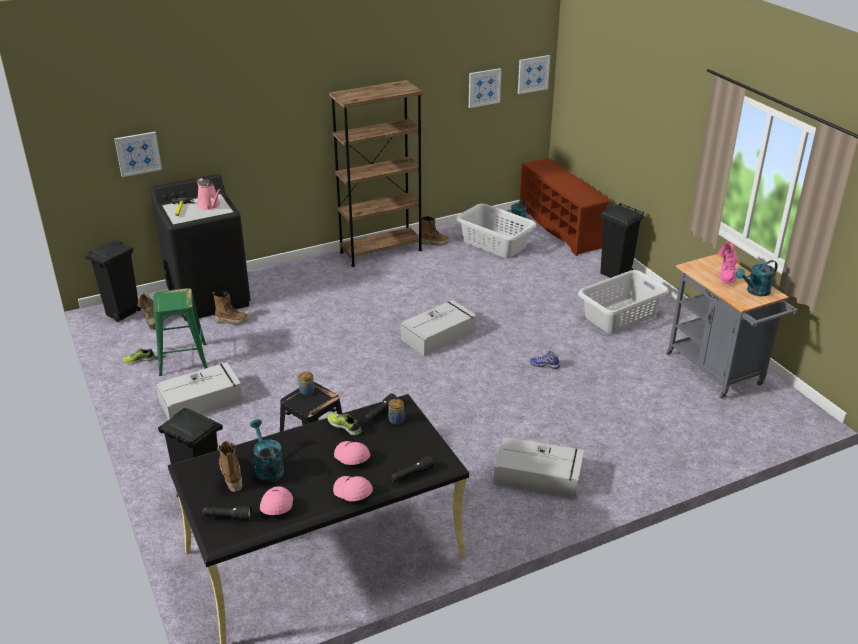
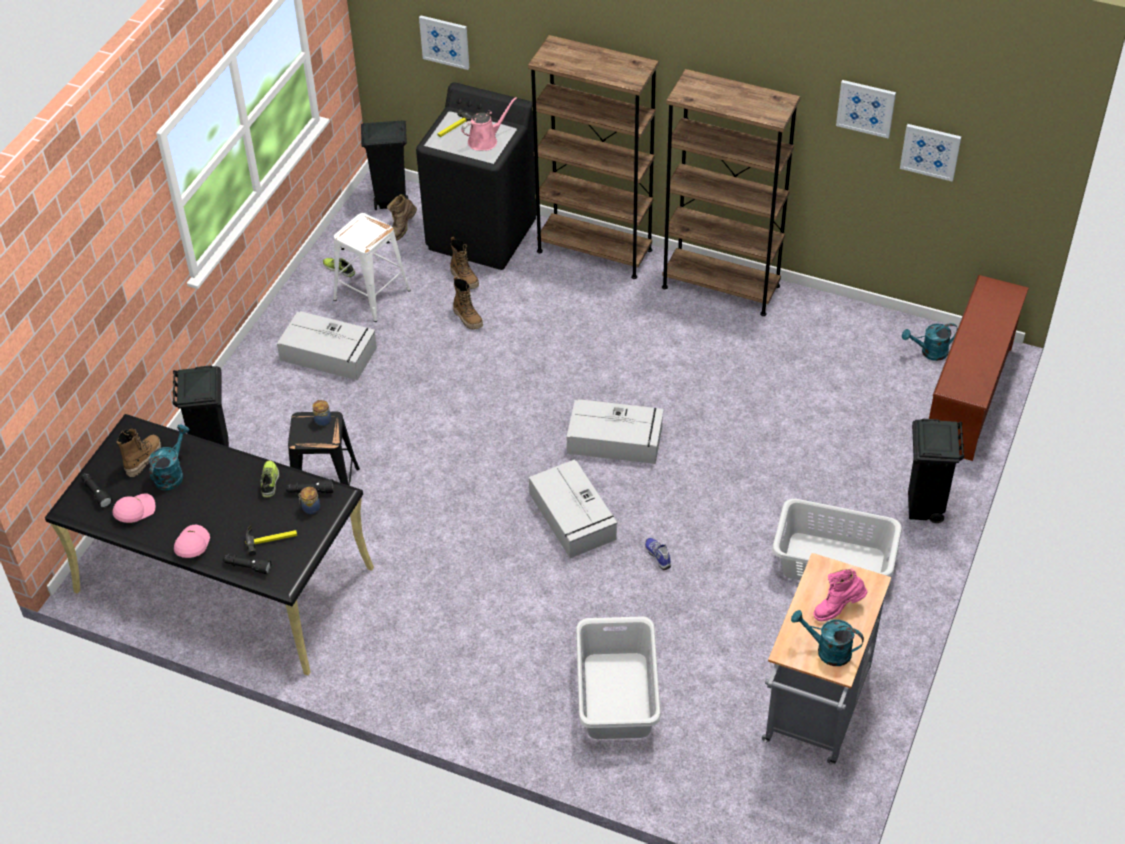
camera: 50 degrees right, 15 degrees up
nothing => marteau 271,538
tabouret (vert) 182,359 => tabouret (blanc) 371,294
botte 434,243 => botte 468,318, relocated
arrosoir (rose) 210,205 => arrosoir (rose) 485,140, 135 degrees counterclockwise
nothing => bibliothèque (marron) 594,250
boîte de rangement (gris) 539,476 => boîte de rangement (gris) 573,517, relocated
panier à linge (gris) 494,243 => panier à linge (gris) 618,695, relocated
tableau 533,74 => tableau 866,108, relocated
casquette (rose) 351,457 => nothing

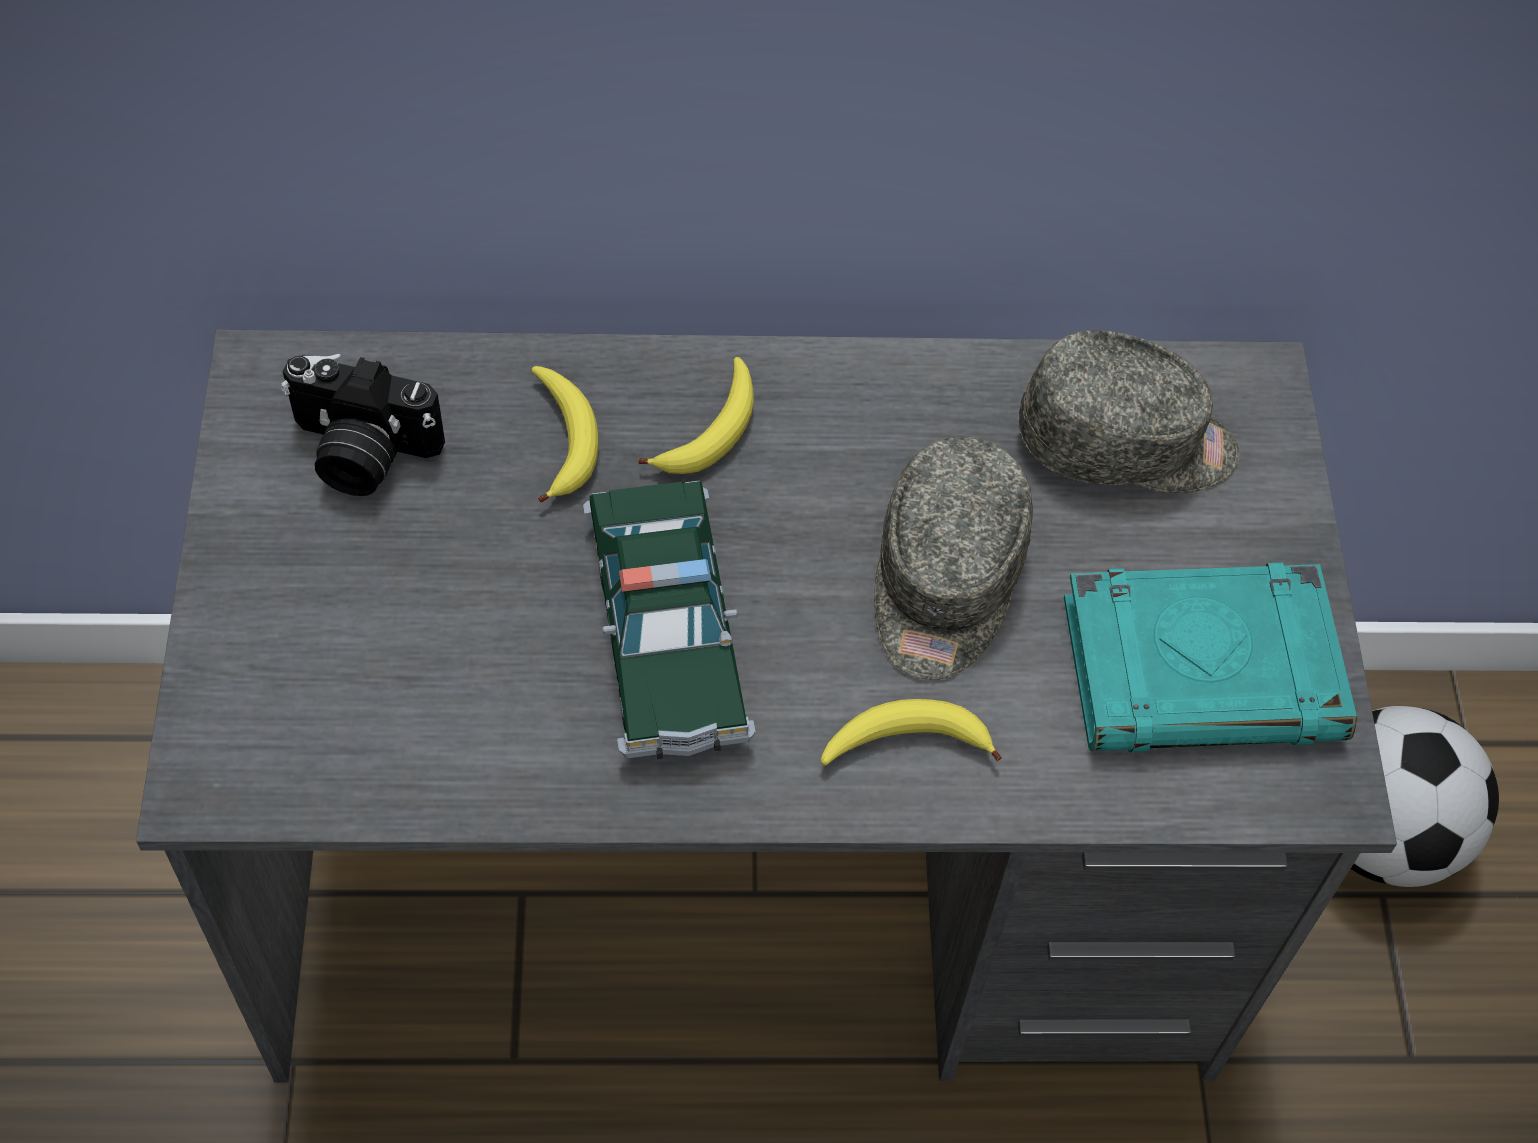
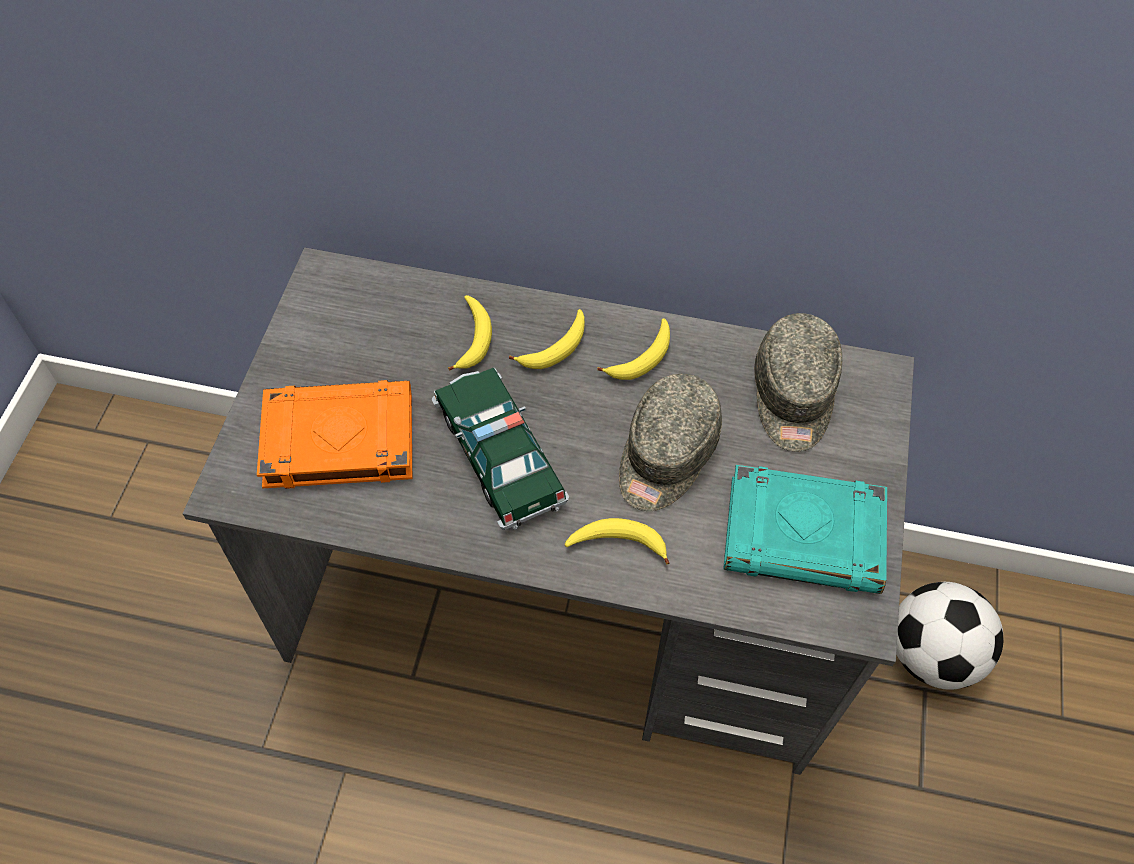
camera: 15 degrees right, 0 degrees up
nothing => livre (orange) 337,440
petite voiture 666,634 => petite voiture 499,456, 150 degrees clockwise
nothing => banane 641,357
casquette (gris) 1126,443 => casquette (gris) 793,396, 75 degrees clockwise
appareil photo 360,453 => nothing

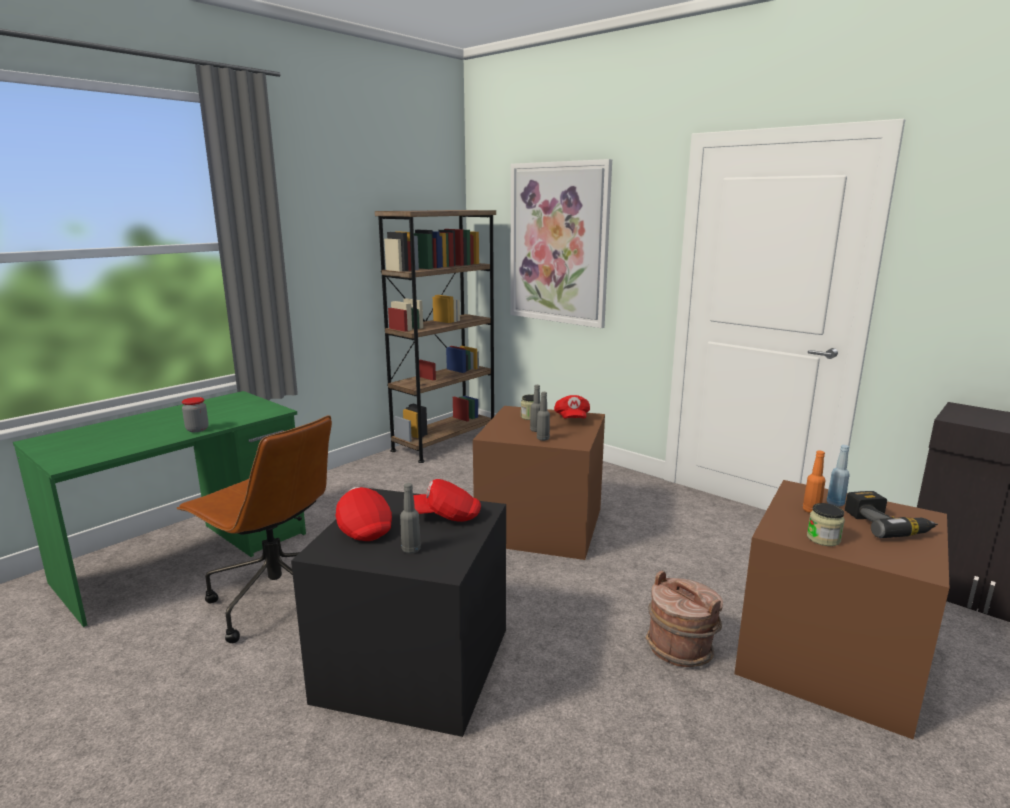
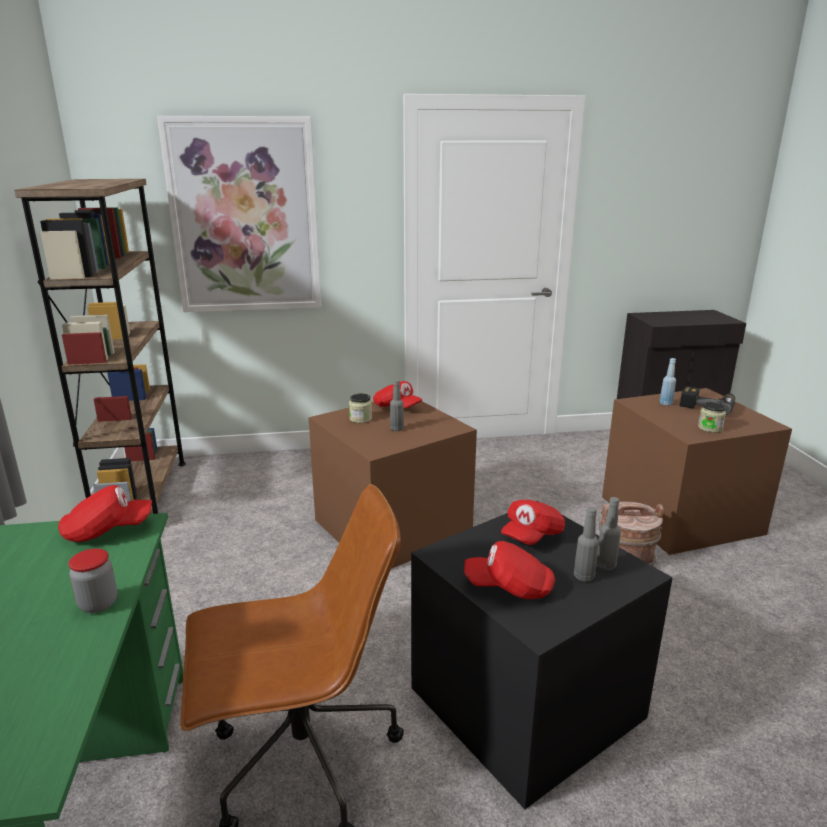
camera: 50 degrees left, 5 degrees up
nothing => casquette (rouge) 107,531
bouteille (gris) 543,439 => bouteille (gris) 605,565, relocated
bouteille (orange) 811,510 => nothing

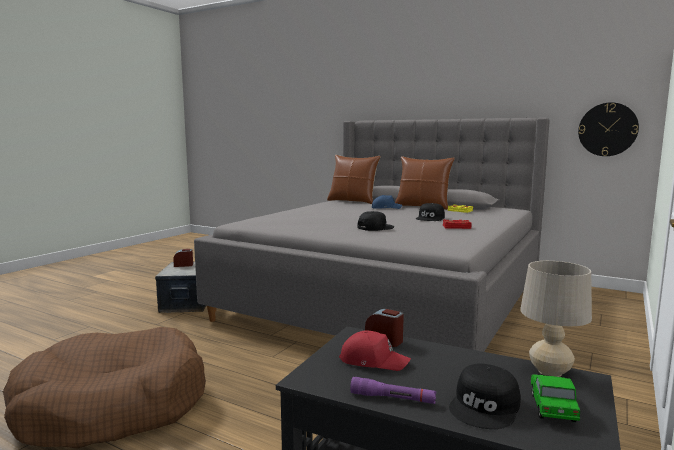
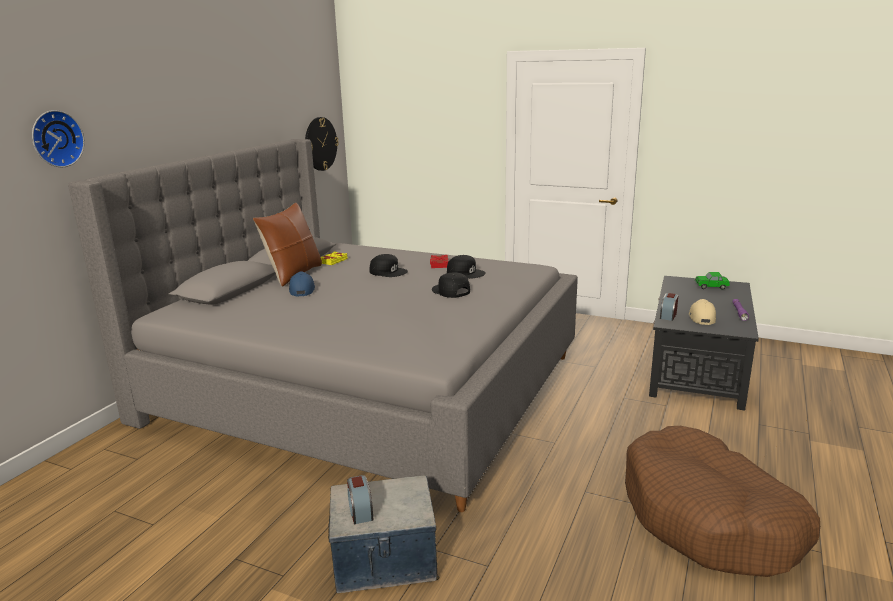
camera: 95 degrees left, 10 degrees up
nothing => horloge murale 55,138
casquette (noir) 486,406 => casquette (noir) 466,273, relocated
casquette (rouge) 373,360 => casquette (beige) 701,317
coussin (marron) 352,201 => nothing
lampe de table (beige) 550,372 => nothing

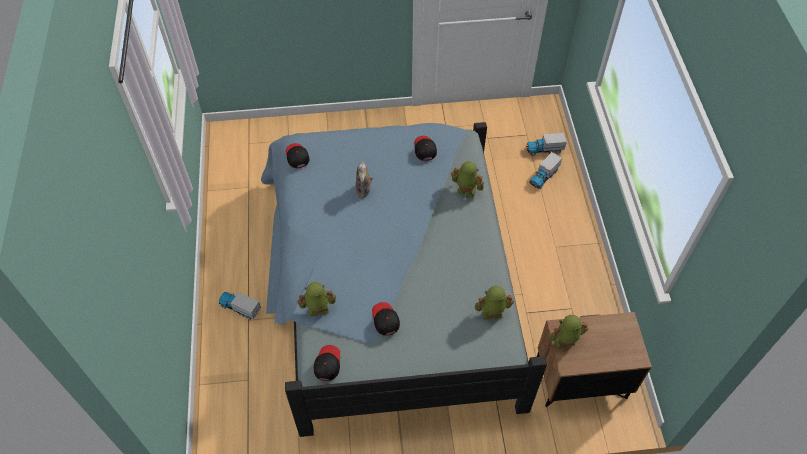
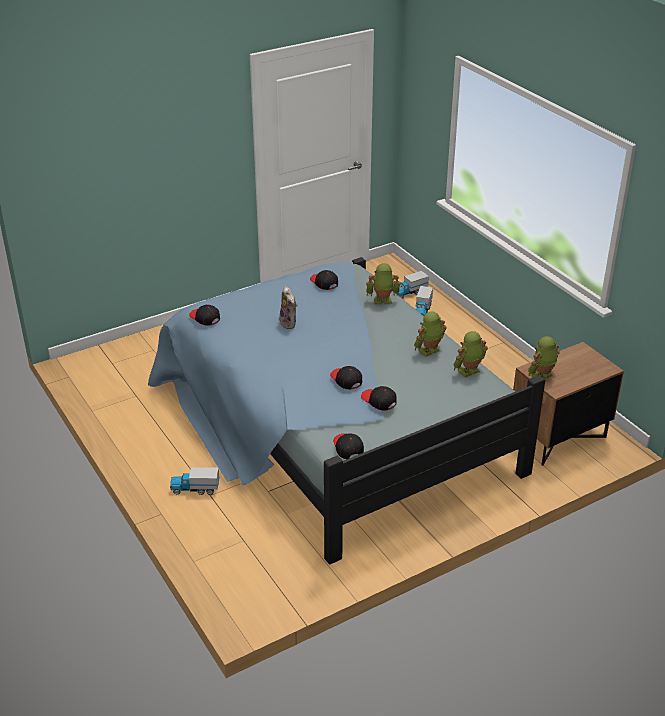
camera: 25 degrees left, 20 degrees down
nothing => casquette (noir) 346,380
robot jouet 318,310 => robot jouet 429,351, relocated

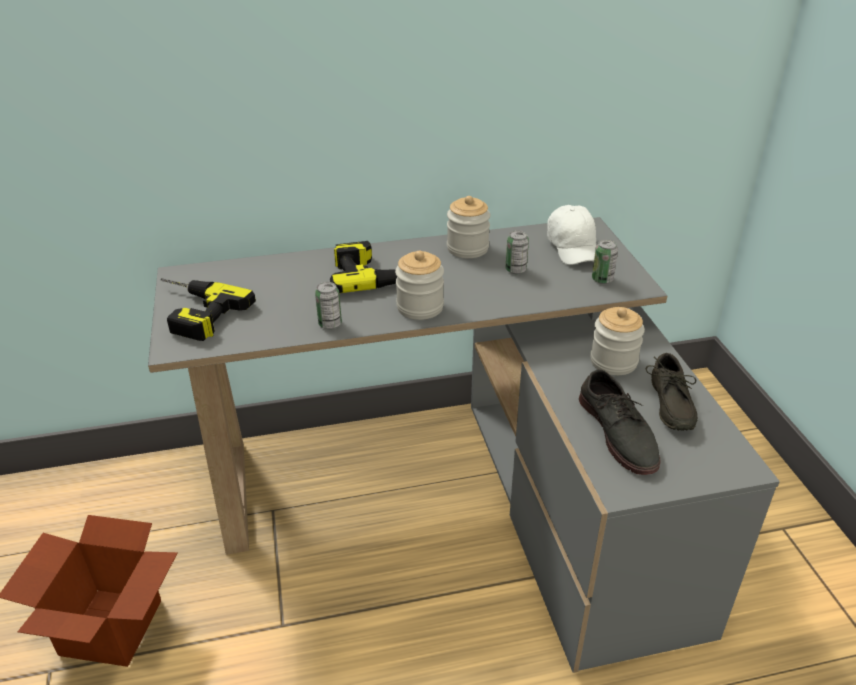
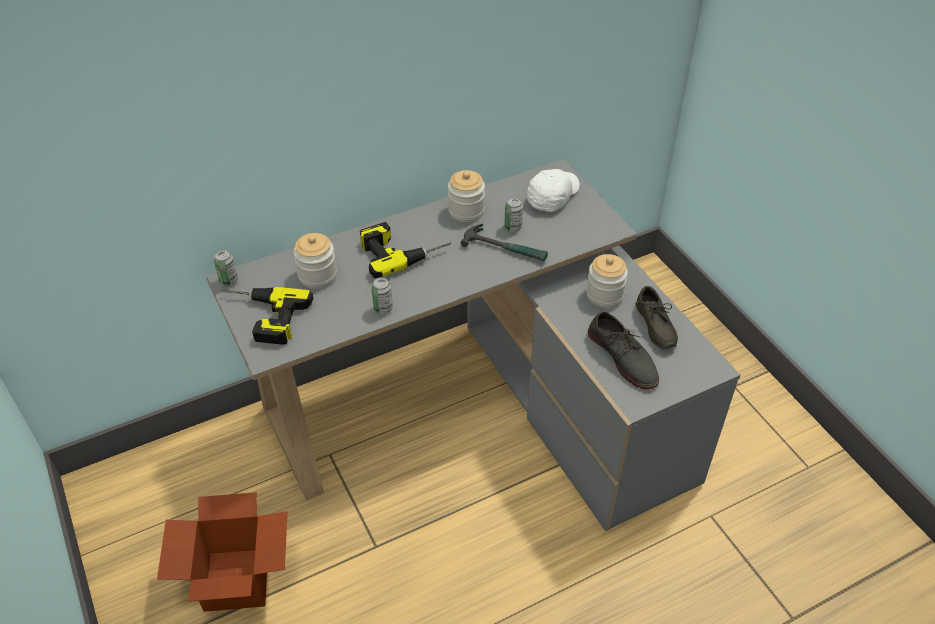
camera: 15 degrees left, 10 degrees up
boîte métallique 602,279 => boîte métallique 229,281, relocated
bocal 420,307 => bocal 317,276, relocated
nothing => marteau 505,248
casquette (blanc) 573,247 => casquette (blanc) 552,196, 120 degrees counterclockwise

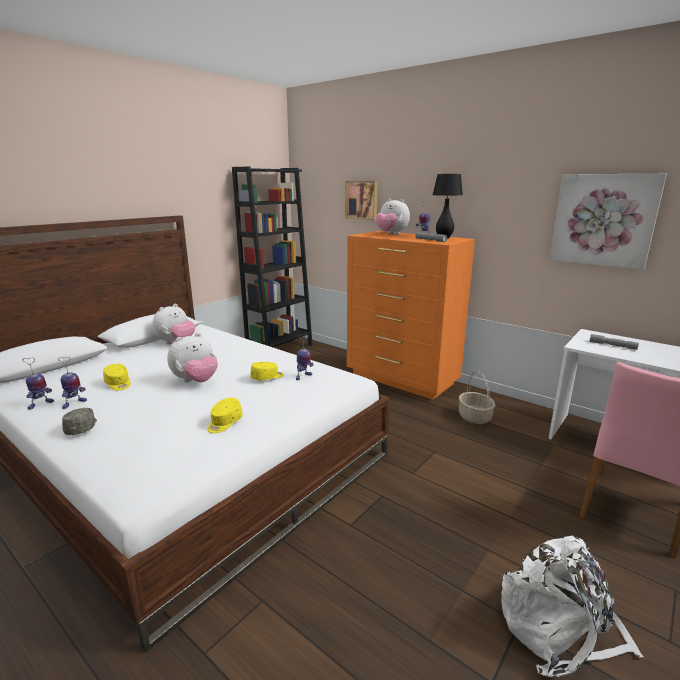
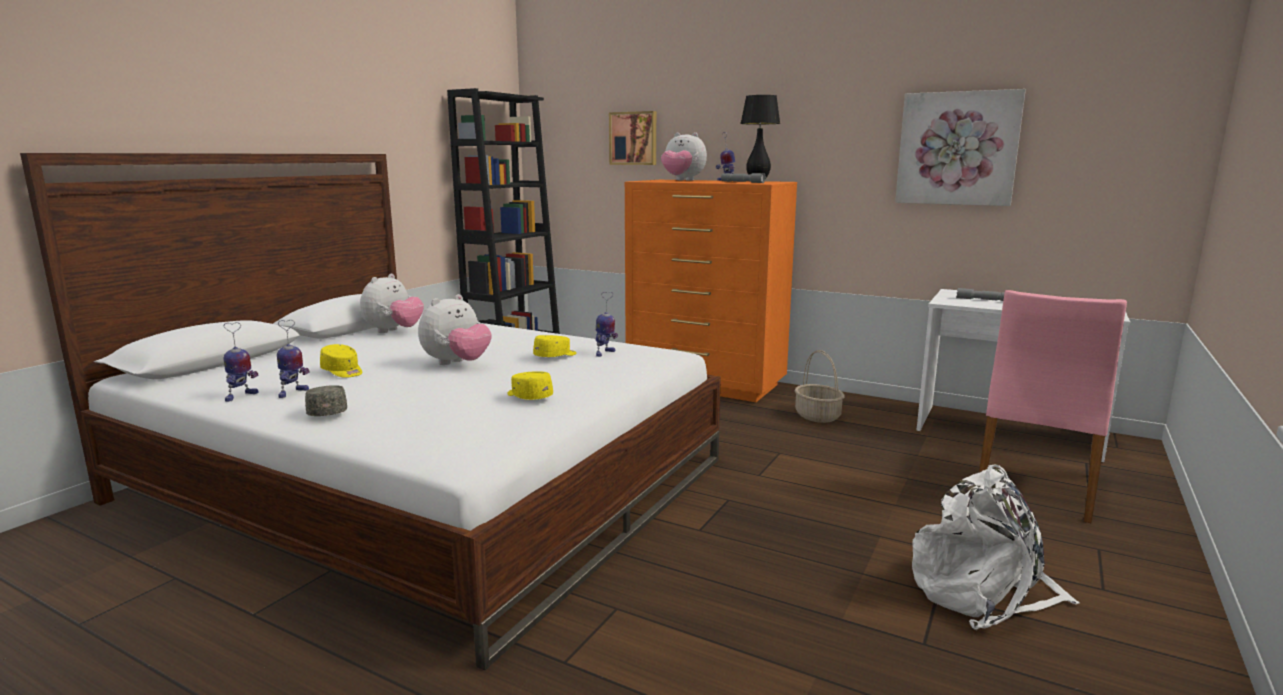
camera: 10 degrees left, 5 degrees down
casquette (jaune) 224,423 => casquette (jaune) 528,396, 120 degrees clockwise

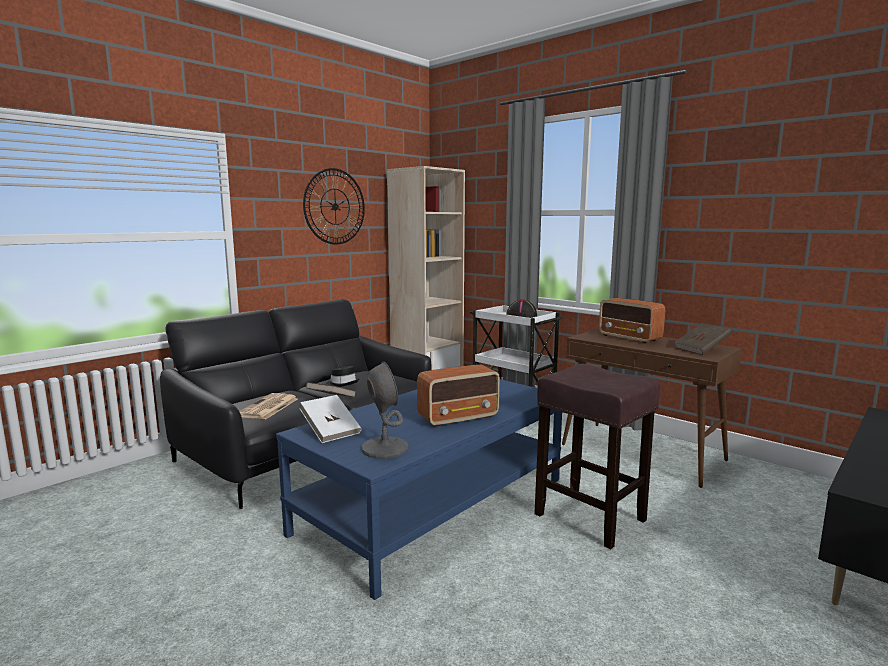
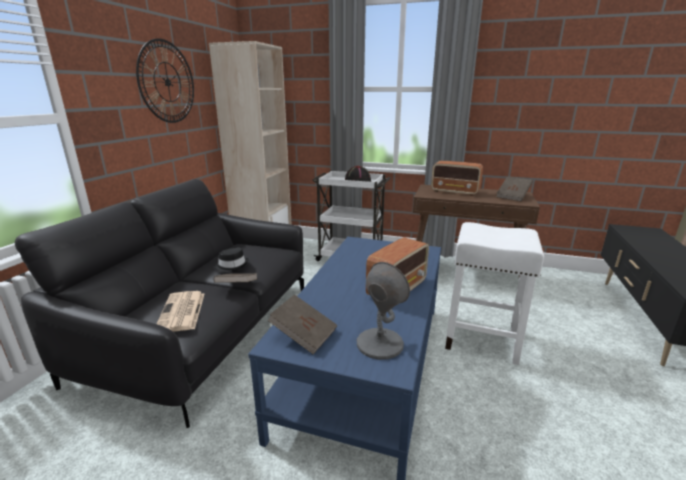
camera: 25 degrees left, 10 degrees up
livre (blanc) 331,431 => livre (marron) 304,335
tabouret (marron) 591,518 => tabouret (blanc) 483,340

